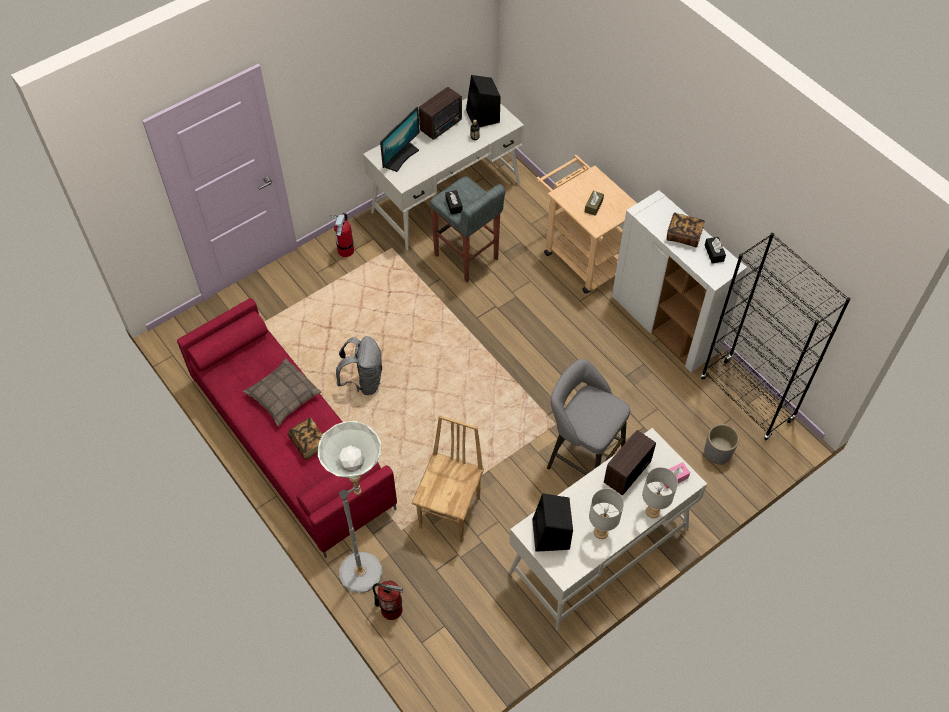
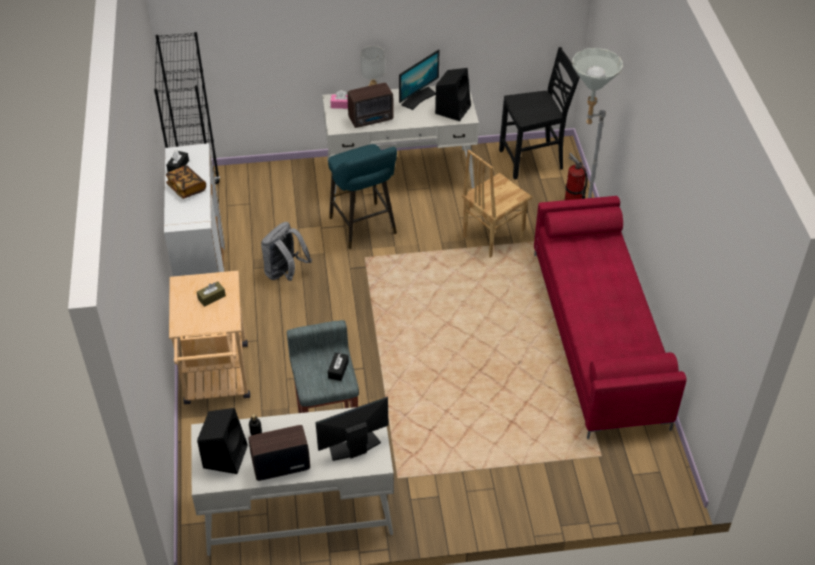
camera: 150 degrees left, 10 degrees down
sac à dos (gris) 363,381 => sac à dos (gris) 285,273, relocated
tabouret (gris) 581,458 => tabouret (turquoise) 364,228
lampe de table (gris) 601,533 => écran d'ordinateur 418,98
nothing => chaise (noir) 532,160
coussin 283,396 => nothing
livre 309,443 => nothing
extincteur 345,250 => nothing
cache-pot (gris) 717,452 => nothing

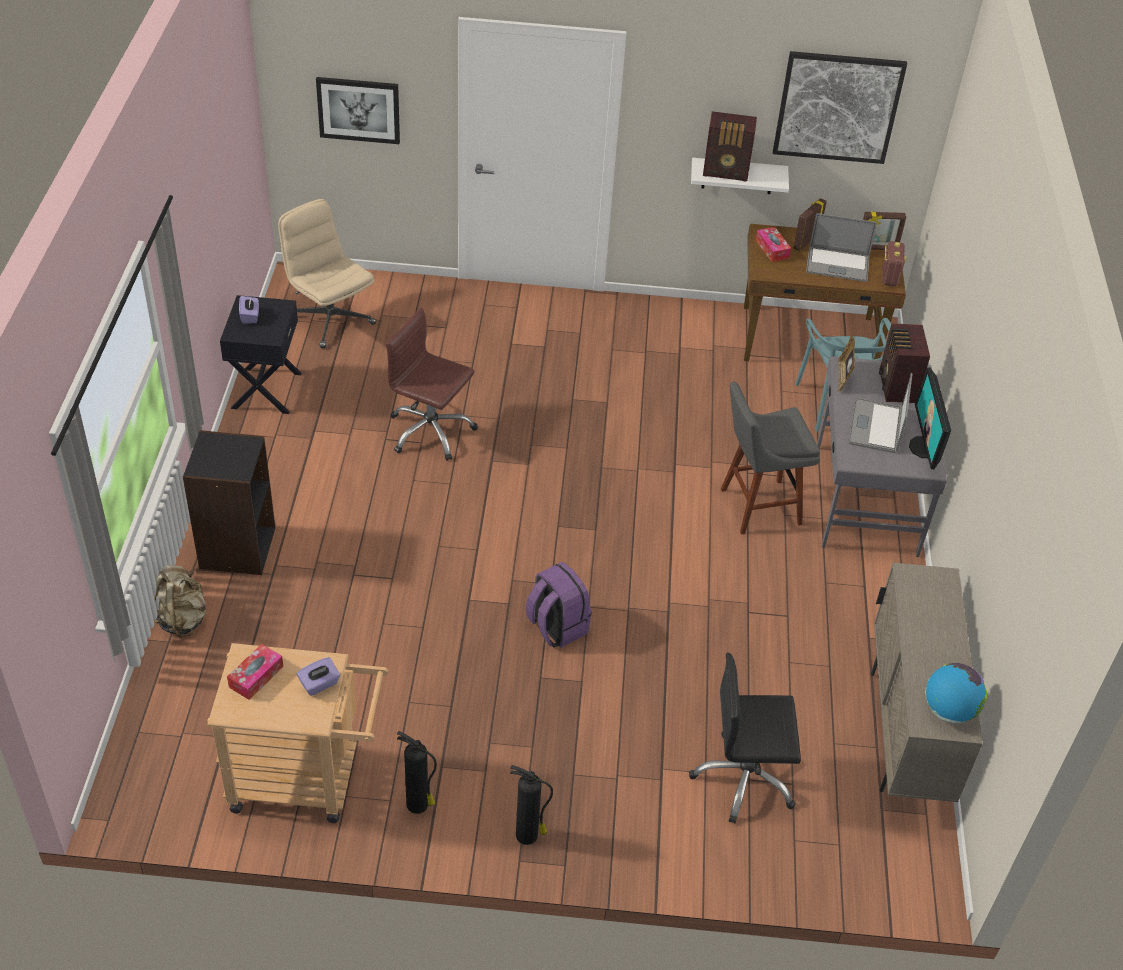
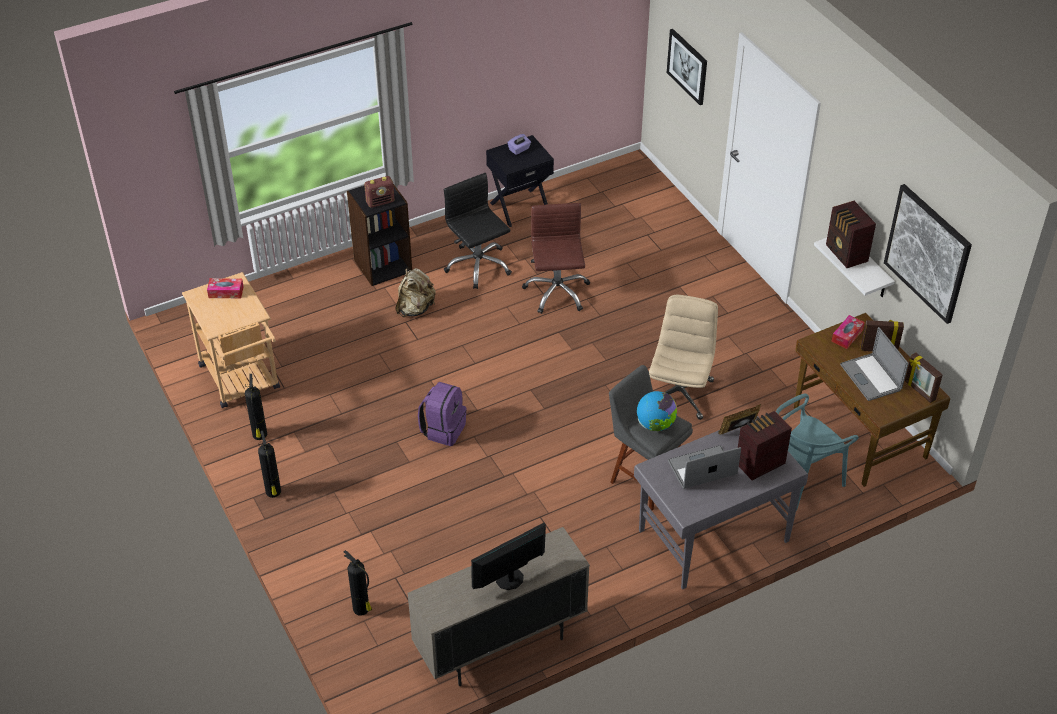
camera: 60 degrees right, 0 degrees up
nothing => extincteur 362,609
radio 889,277 => radio 380,202, relocated
sac à dos (beige) 182,619 => sac à dos (beige) 415,308, relocated
chaise de bureau (noir) 744,778 => chaise de bureau (noir) 478,266, relocated
écran d'ordinateur 924,447 => écran d'ordinateur 510,579, relocated
globe 949,710 => globe 655,425, relocated
chaise de bureau (beige) 329,319 => chaise de bureau (beige) 679,393, relocated
boîte à mouchoirs (violet) 319,684 => nothing

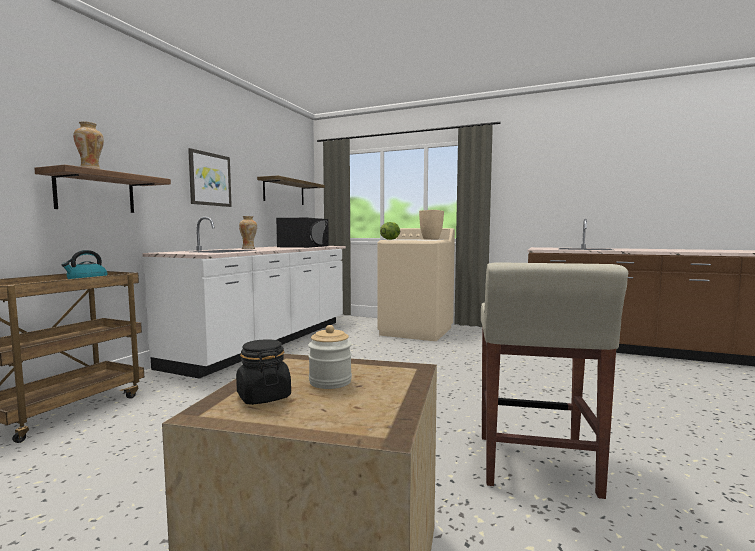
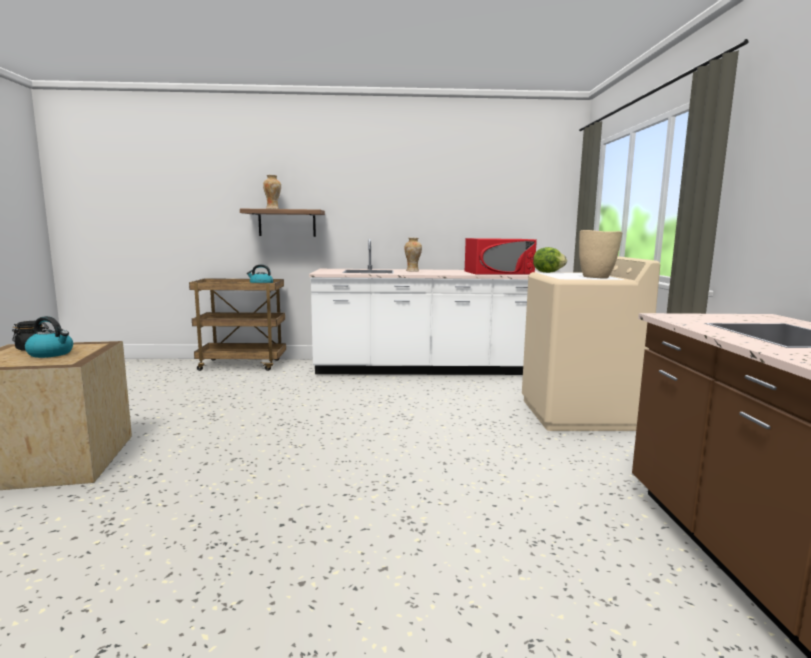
camera: 65 degrees right, 5 degrees up
bocal 330,382 => bouilloire 51,354
micro-ondes (noir) 304,246 => micro-ondes (rouge) 498,272
tableau 209,179 => nothing
étagère 284,192 => nothing
tabouret (beige) 535,465 => nothing

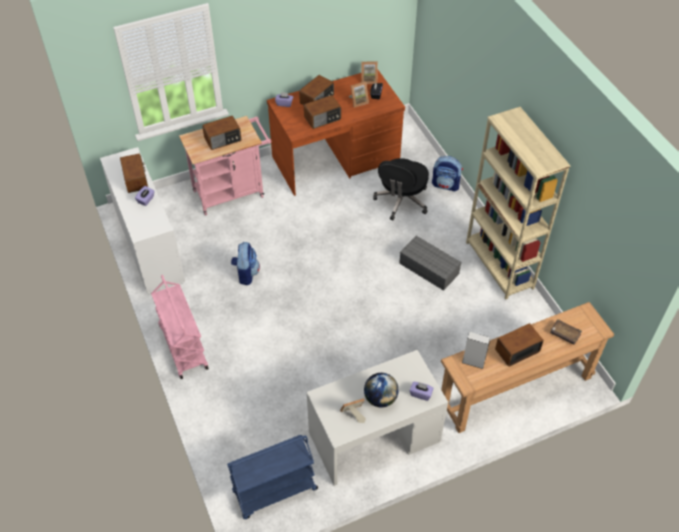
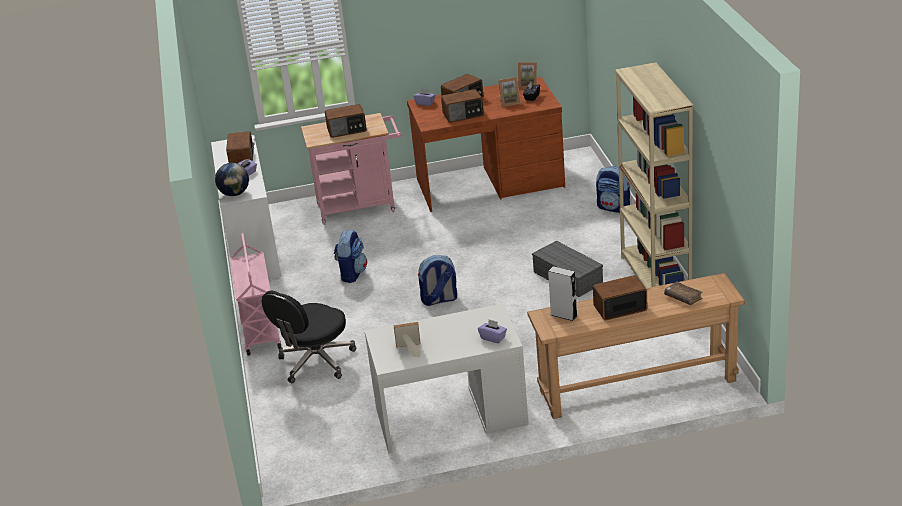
camera: 15 degrees right, 20 degrees down
globe 380,398 => globe 234,194, relocated
chaise de bureau (noir) 401,201 => chaise de bureau (noir) 315,362, relocated
nothing => sac à dos 439,300
chariot (bleu) 274,491 => nothing

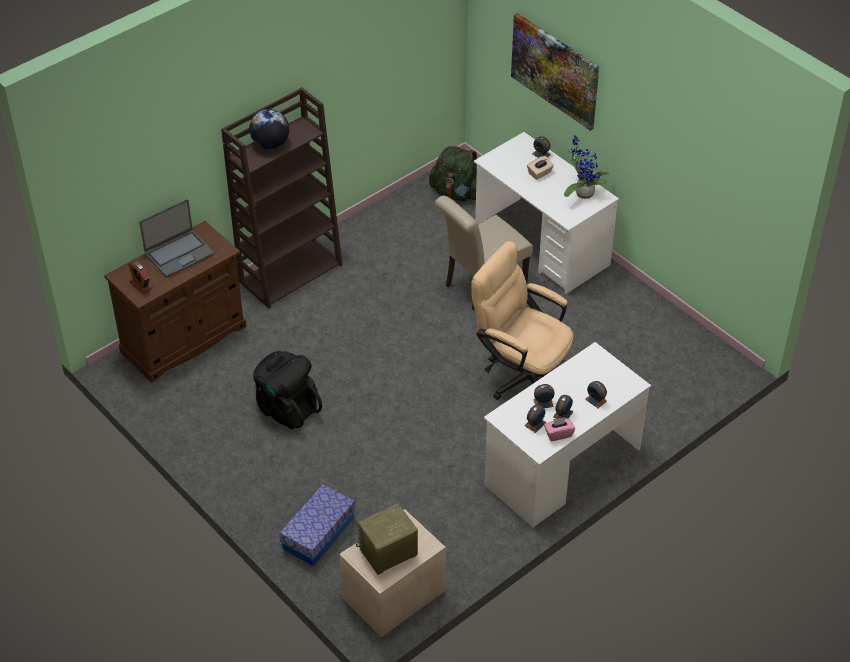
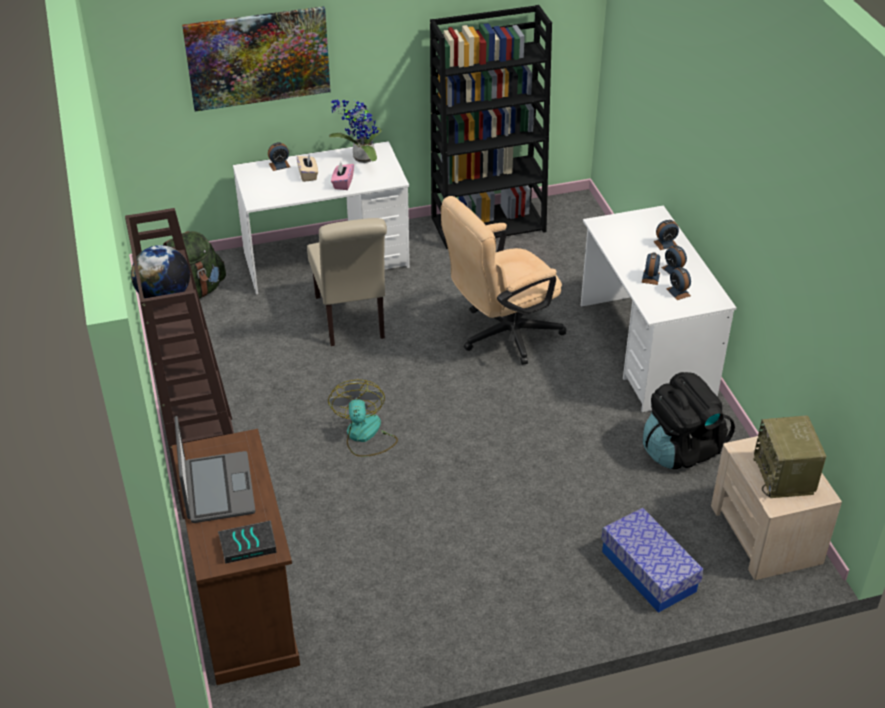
camera: 65 degrees left, 5 degrees down
réveil 141,285 => livre 248,544
nothing => ventilateur 365,436
boîte à mouchoirs (rose) 558,434 => boîte à mouchoirs (rose) 343,183, relocated
nothing => bibliothèque (noir) 489,224
sac à dos (noir) 286,408 => sac à dos (noir) 681,450, relocated

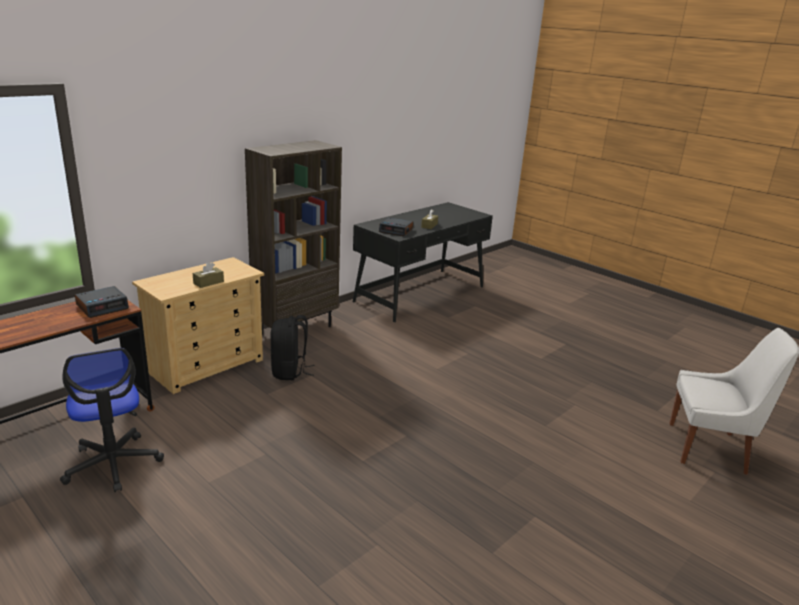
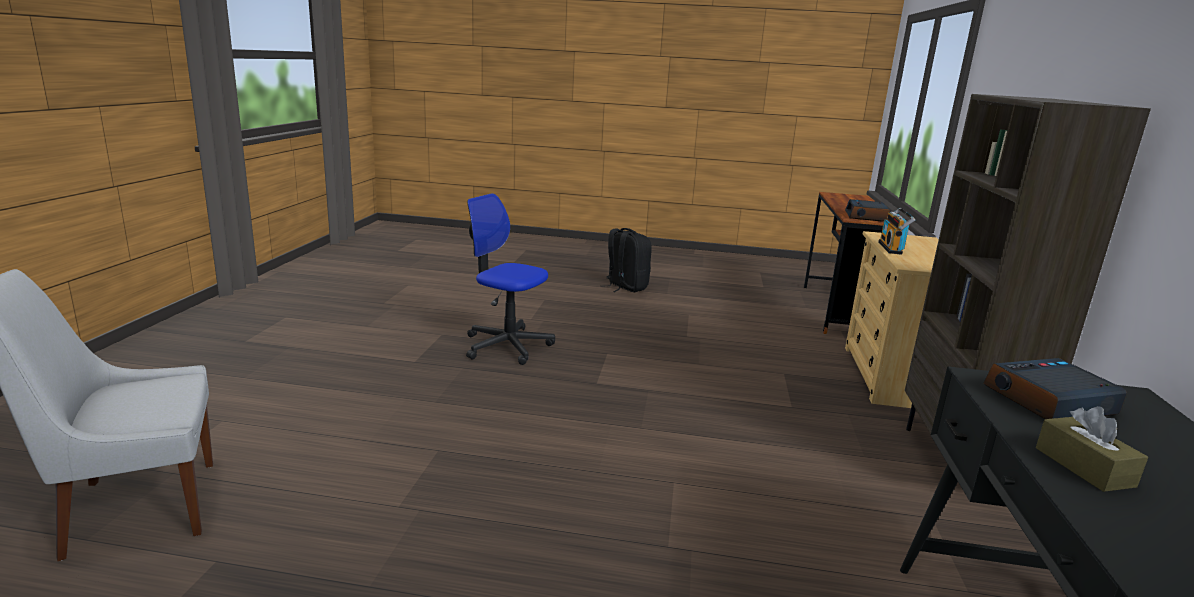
camera: 145 degrees right, 5 degrees down
chaise de bureau 113,464 => chaise de bureau 507,346, relocated
sac à dos (noir) 290,371 => sac à dos (noir) 625,287, relocated
boîte à mouchoirs (marron) 208,282 => radio 892,248

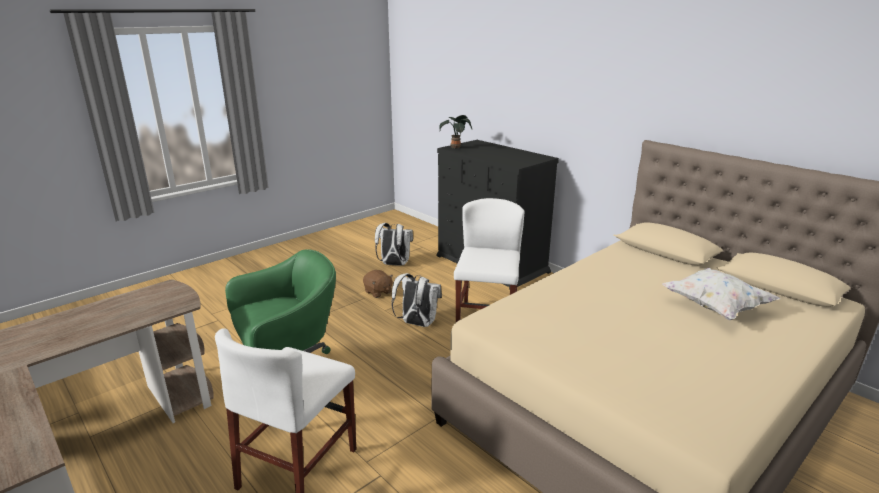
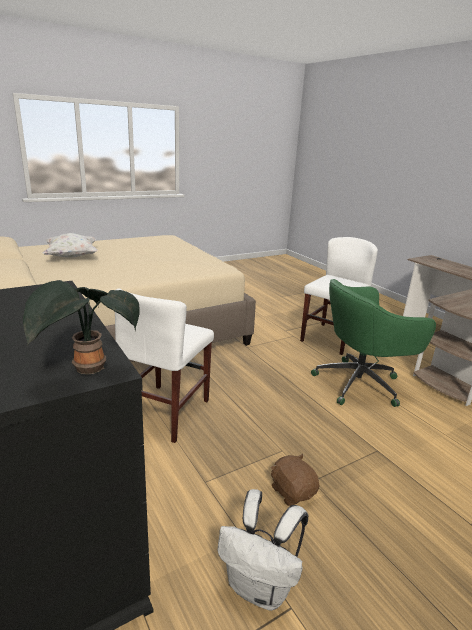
camera: 170 degrees left, 0 degrees up
sac à dos (blanc) 417,323 => nothing

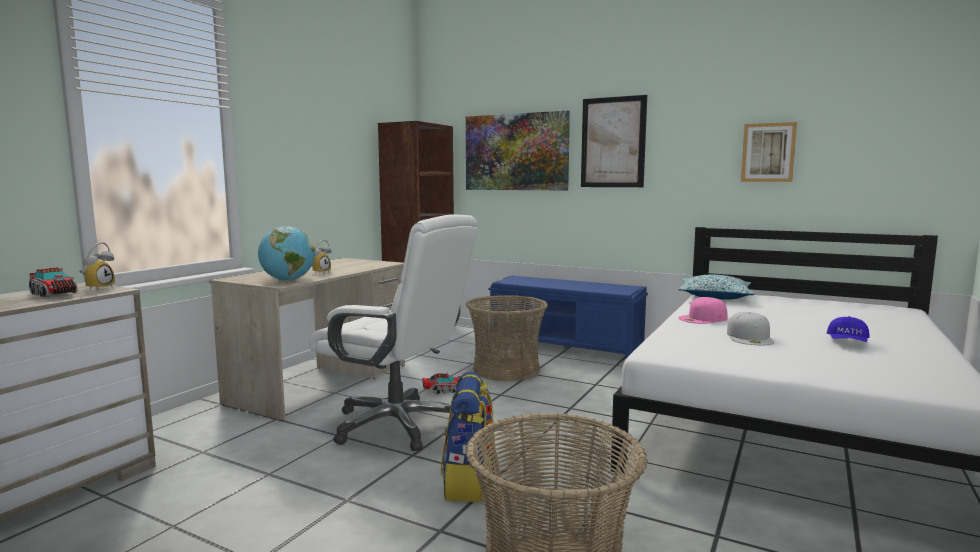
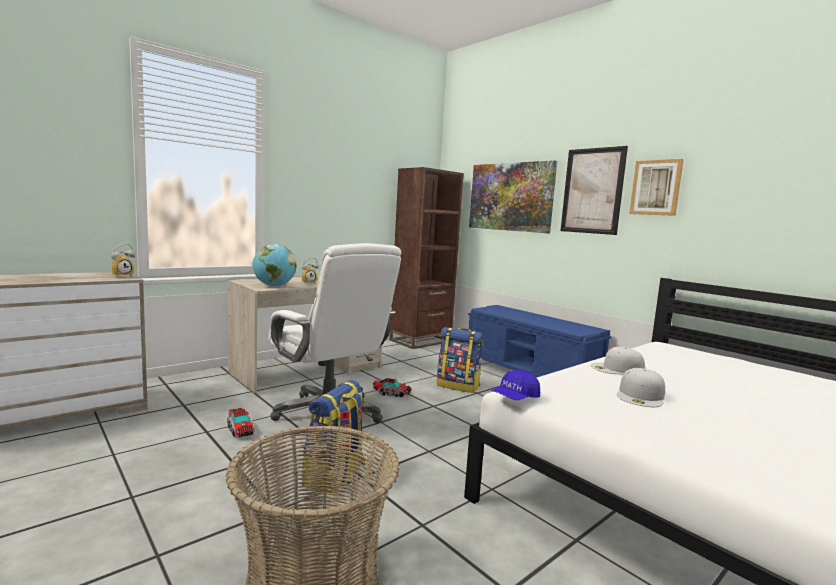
camera: 20 degrees right, 0 degrees up
camion jouet 53,294 => camion jouet 240,430, relocated
panier 506,370 => sac à dos 458,386
casquette (bleu) 847,342 => casquette (bleu) 515,398, relocated
casquette (rose) 703,318 => casquette (blanc) 617,368
tableau 768,152 => tableau 656,187, relocated
coussin 715,297 => nothing

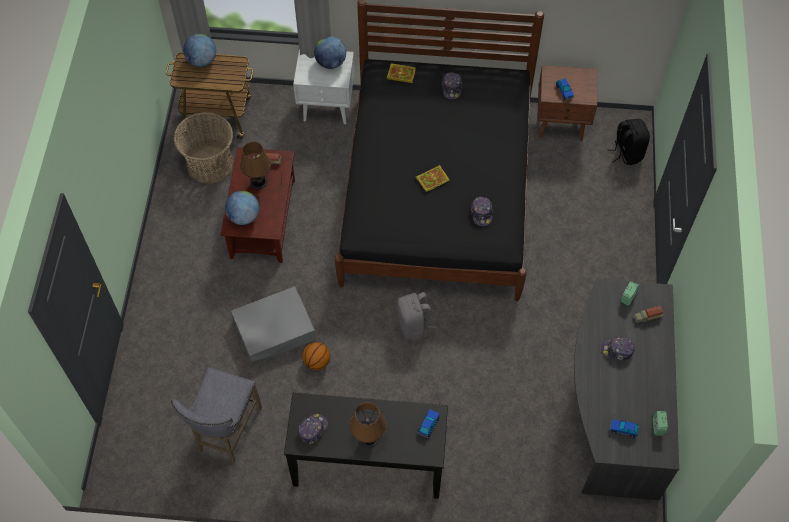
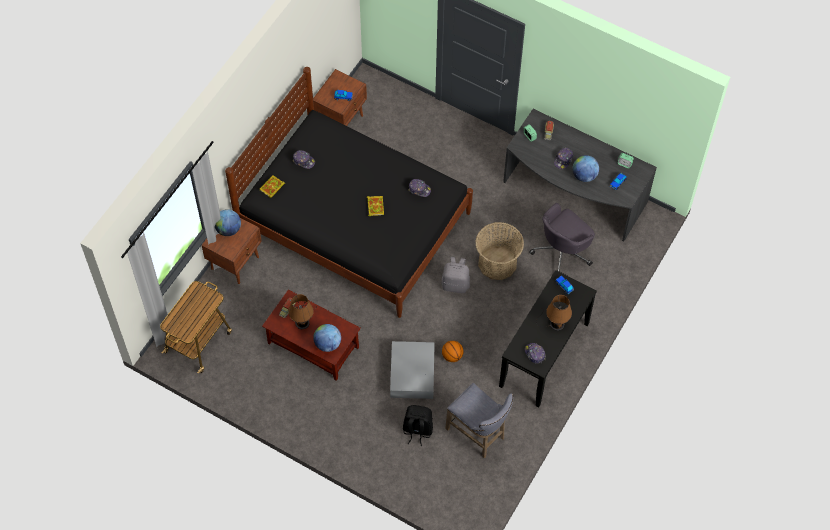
camera: 65 degrees left, 0 degrees up
table de chevet (blanc) 327,107 => table de chevet (marron) 236,262
sac à dos (noir) 626,152 => sac à dos (noir) 417,430, relocated
panier 210,164 => panier 497,263, relocated
nothing => chaise de bureau (gris) 562,252
globe 202,60 => globe 584,175, relocated

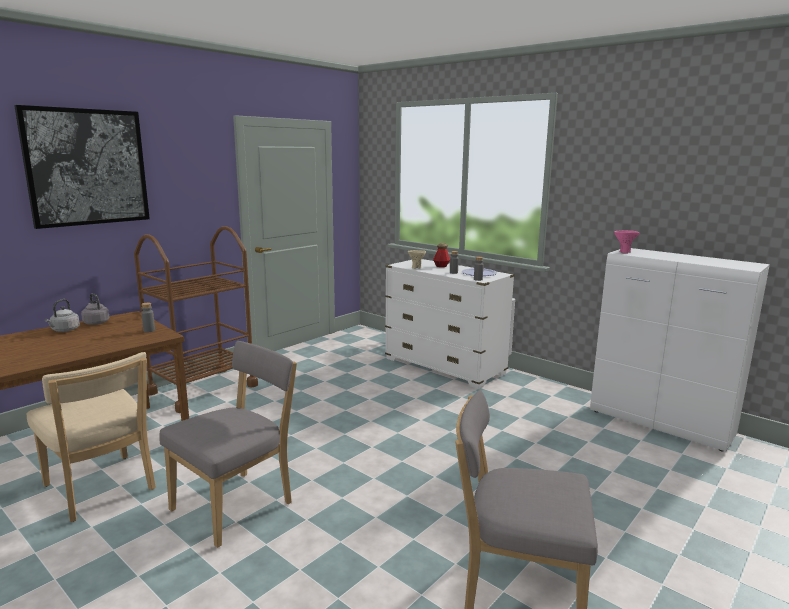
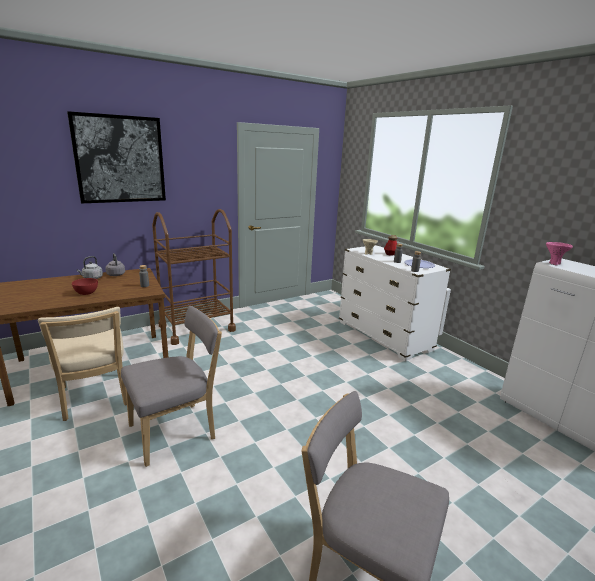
camera: 15 degrees right, 5 degrees up
nothing => bol (rouge) 86,293

